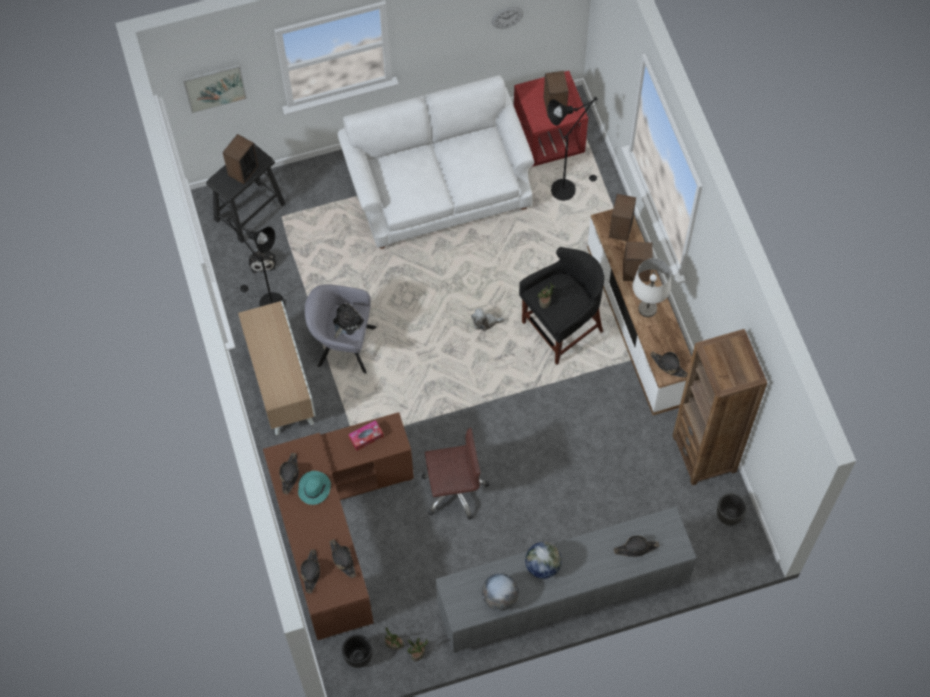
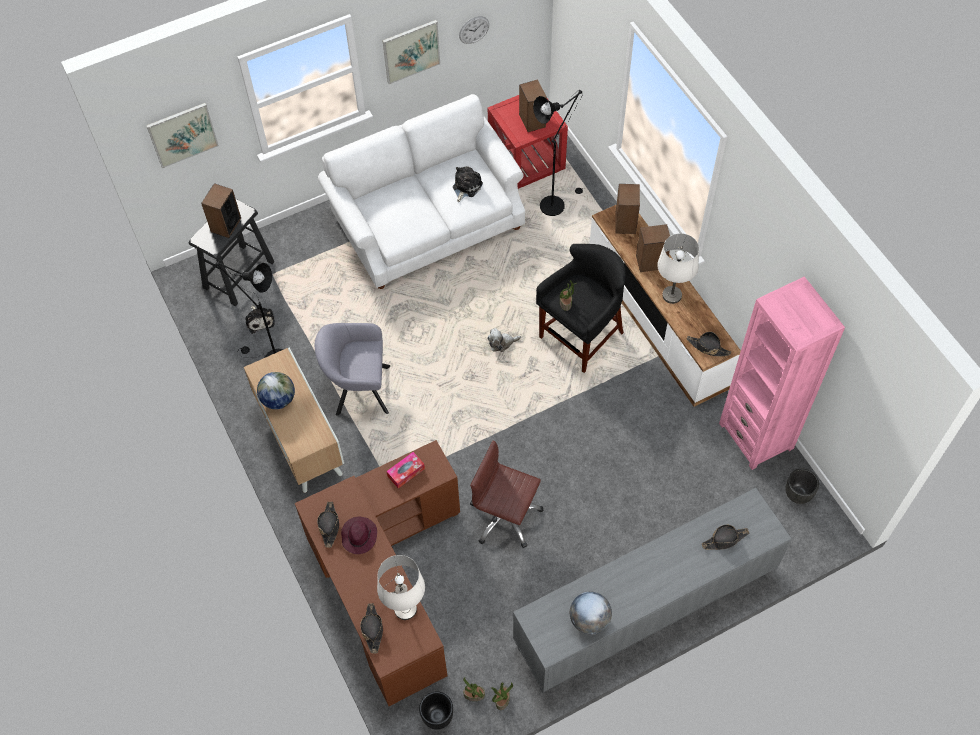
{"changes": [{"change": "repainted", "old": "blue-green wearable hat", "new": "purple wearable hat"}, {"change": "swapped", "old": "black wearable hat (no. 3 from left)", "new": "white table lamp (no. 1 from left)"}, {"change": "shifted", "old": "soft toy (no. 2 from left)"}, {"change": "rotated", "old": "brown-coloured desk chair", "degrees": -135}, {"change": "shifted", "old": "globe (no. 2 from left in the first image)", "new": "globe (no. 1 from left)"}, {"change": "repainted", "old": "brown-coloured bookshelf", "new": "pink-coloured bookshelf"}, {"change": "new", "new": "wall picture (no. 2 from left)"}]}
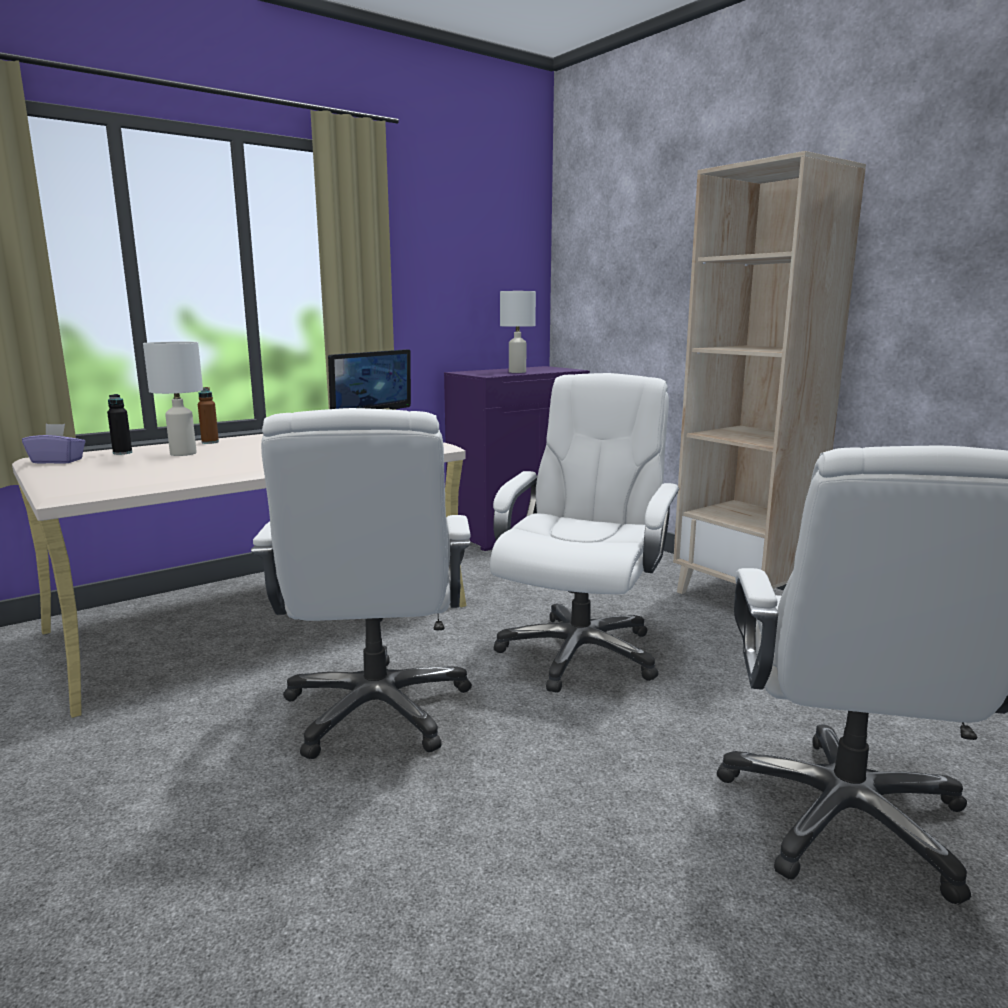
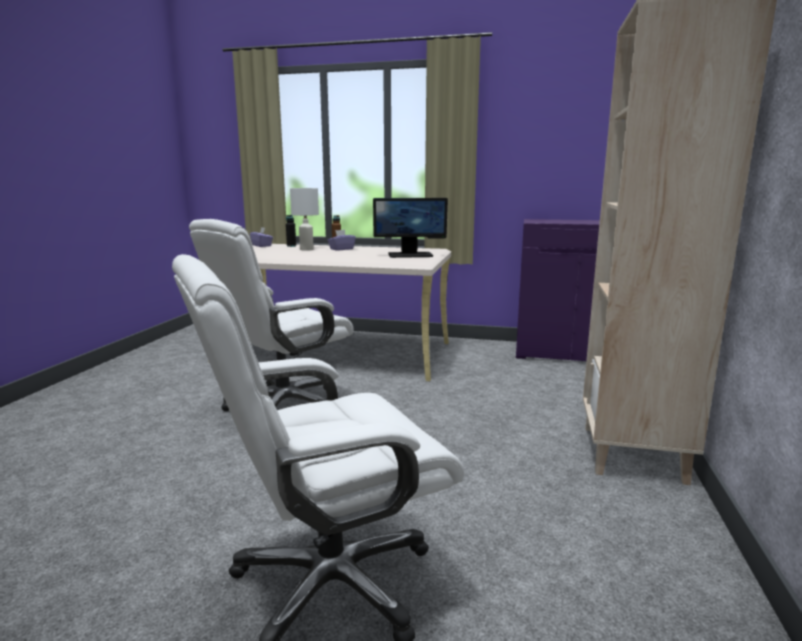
{"changes": [{"change": "gone", "old": "white desk chair (no. 2 from left)"}, {"change": "gone", "old": "white table lamp (no. 2 from left)"}, {"change": "new", "new": "purple box of tissues (no. 2 from left)"}]}
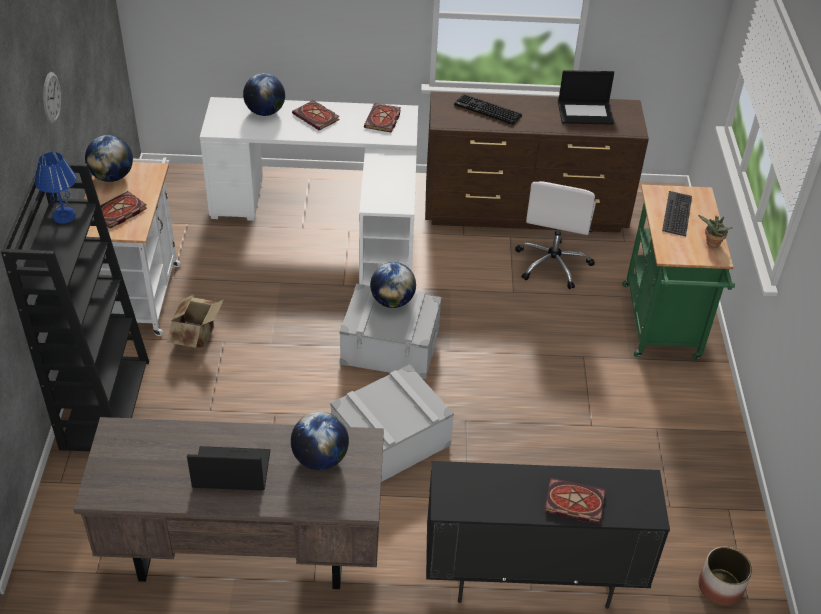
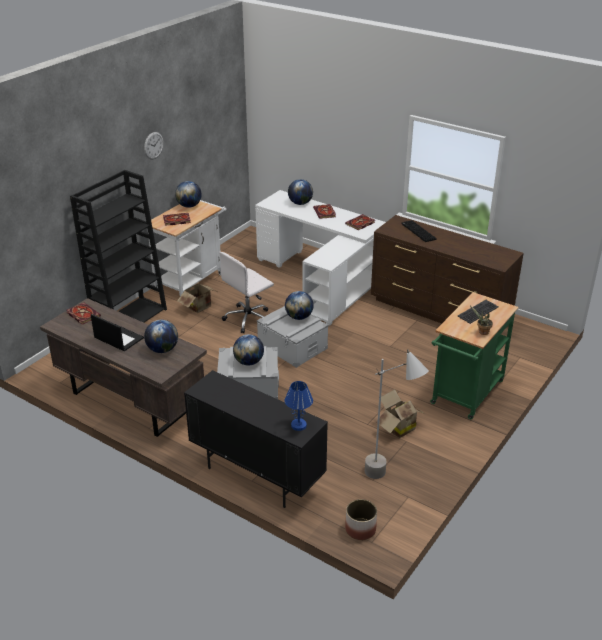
{"changes": [{"change": "shifted", "old": "bluish table lamp"}, {"change": "shifted", "old": "white desk chair"}, {"change": "shifted", "old": "bound book (no. 4 from left in the first image)", "new": "bound book (no. 1 from left)"}, {"change": "gone", "old": "laptop (no. 2 from left)"}, {"change": "new", "new": "globe (no. 3 from left)"}, {"change": "new", "new": "grey floor lamp"}, {"change": "new", "new": "packing box (no. 2 from left)"}]}
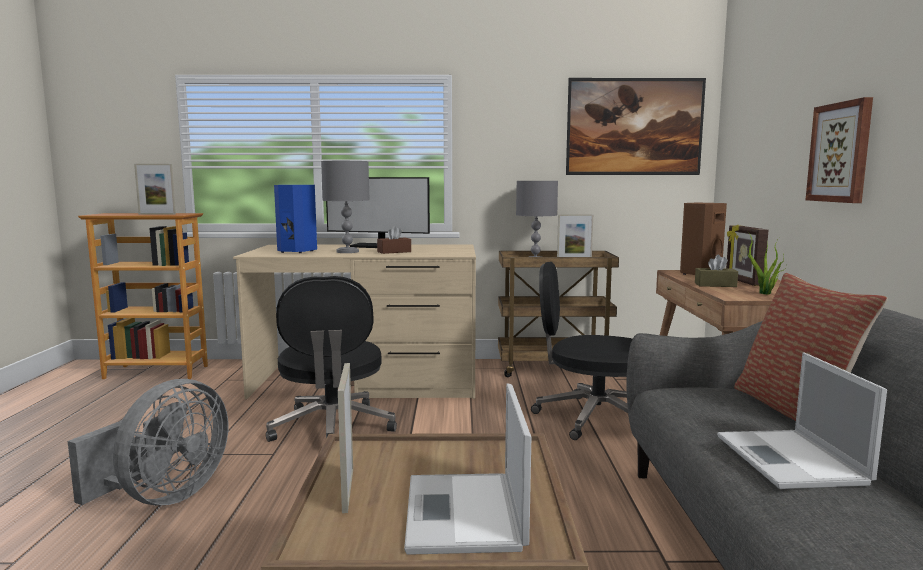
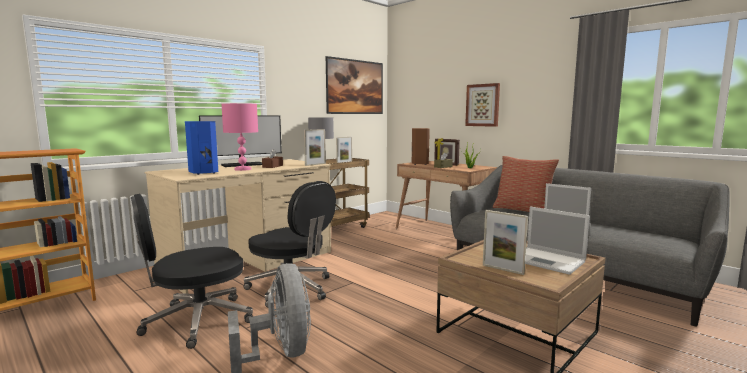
{"changes": [{"change": "shifted", "old": "standing frame (no. 1 from left)"}, {"change": "repainted", "old": "grey table lamp (no. 1 from left)", "new": "pink-coloured table lamp"}, {"change": "shifted", "old": "black desk chair (no. 2 from left in the first image)", "new": "black desk chair (no. 1 from left)"}]}
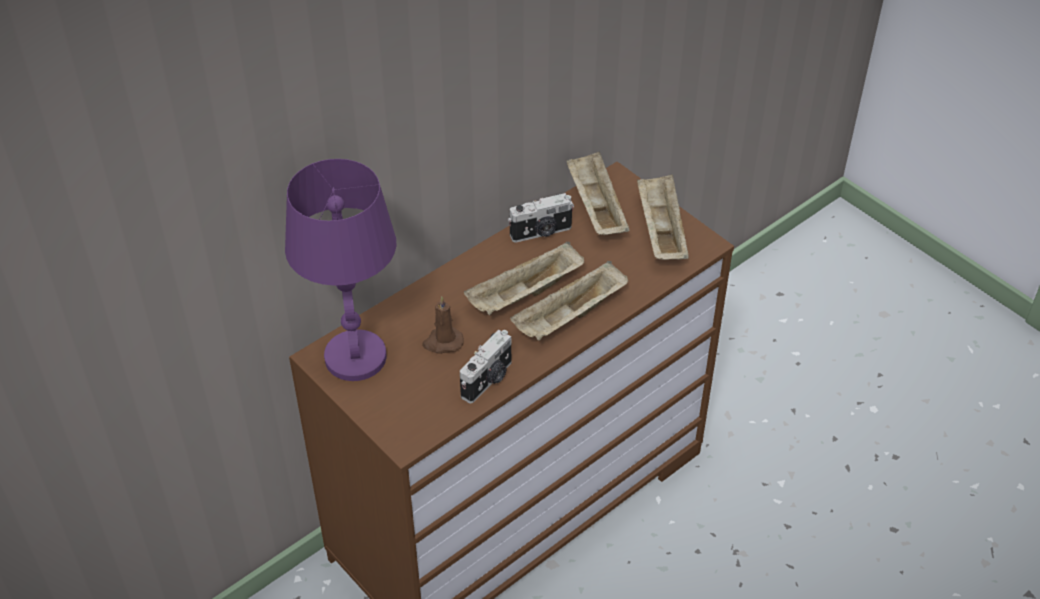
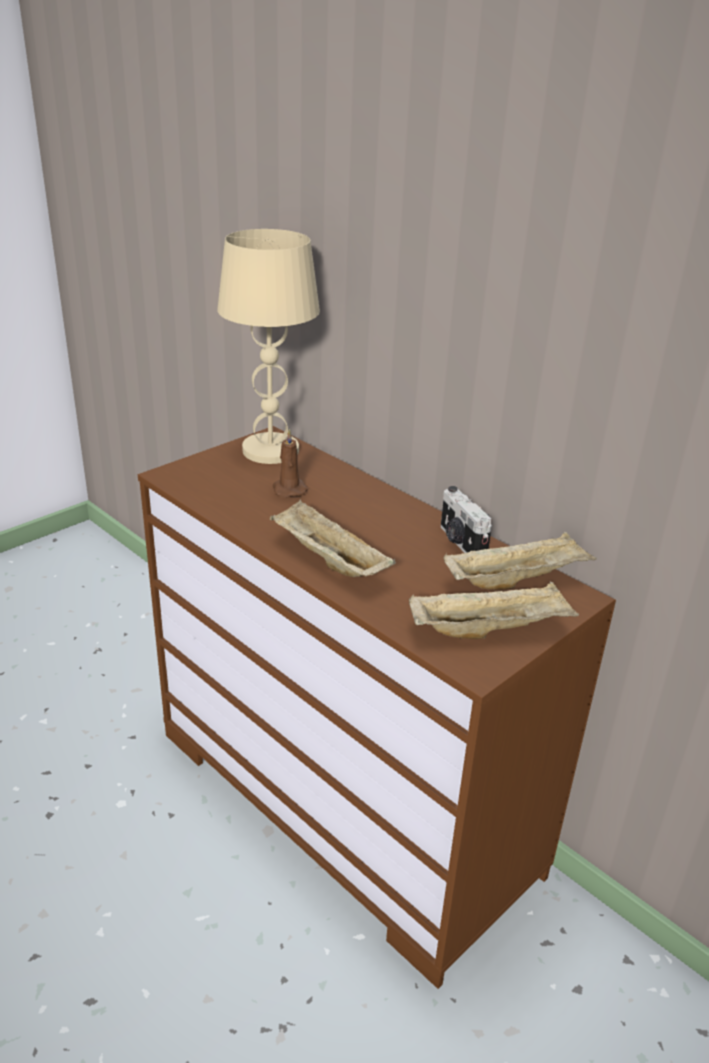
{"changes": [{"change": "repainted", "old": "purple table lamp", "new": "beige table lamp"}, {"change": "gone", "old": "still camera (no. 1 from left)"}, {"change": "gone", "old": "beige serving tray (no. 1 from left)"}]}
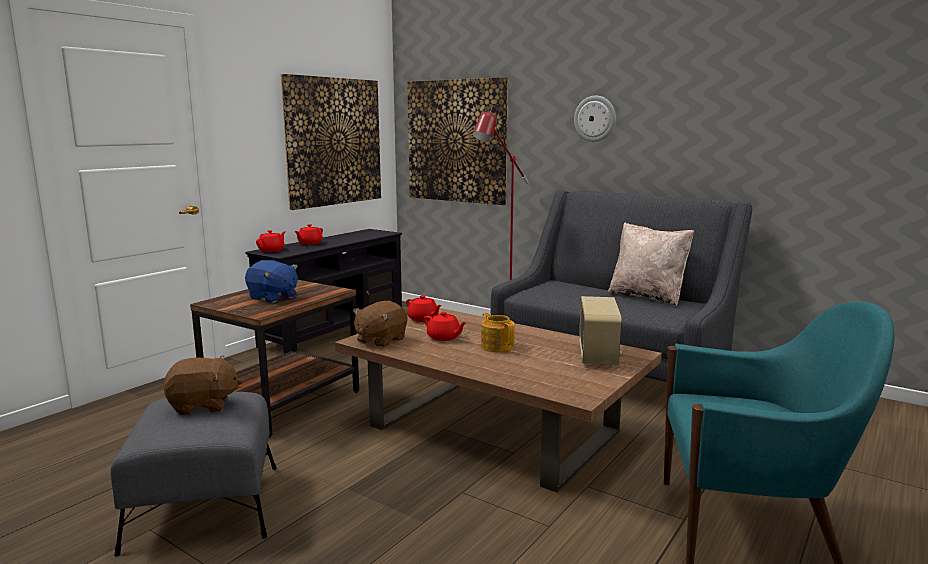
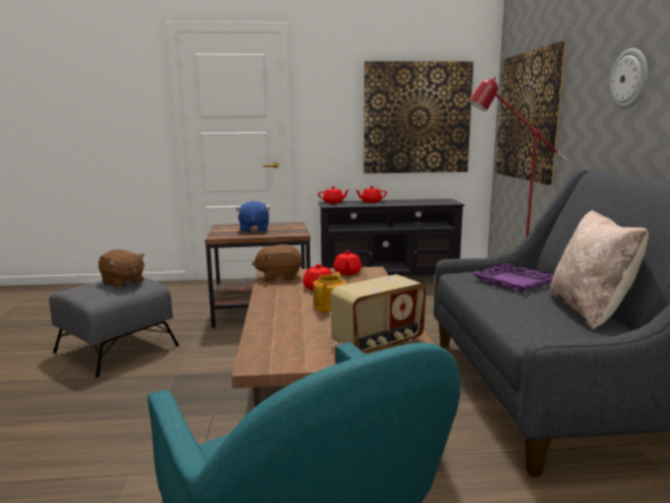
{"changes": [{"change": "new", "new": "purple serving tray"}]}
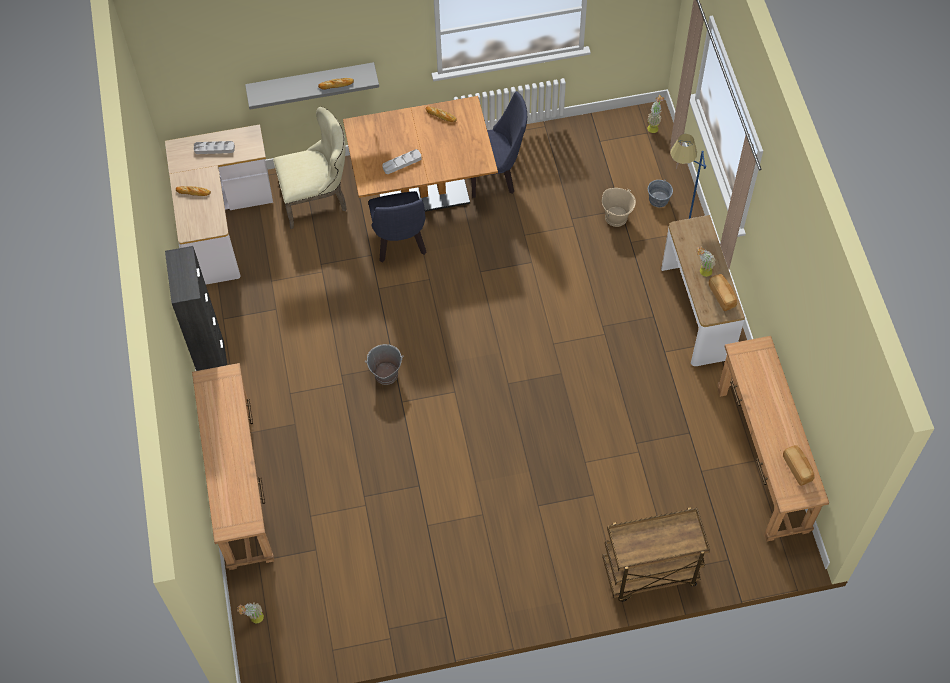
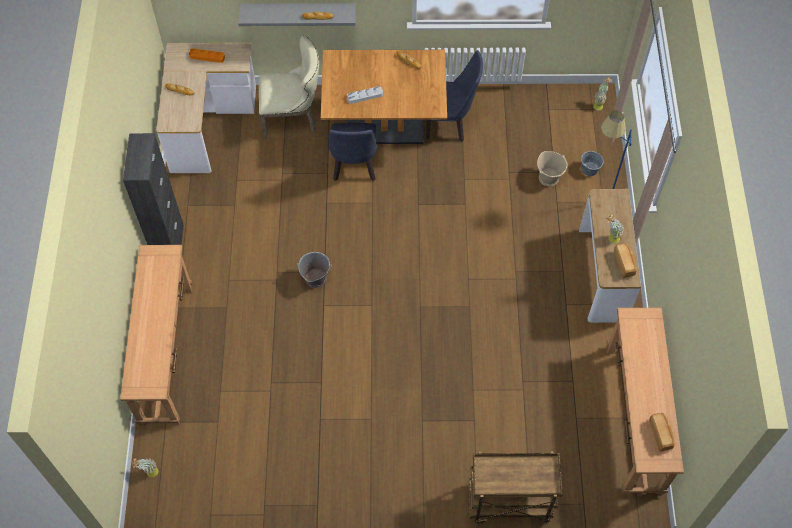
{"changes": [{"change": "repainted", "old": "grey serving tray (no. 1 from left)", "new": "orange-coloured serving tray"}]}
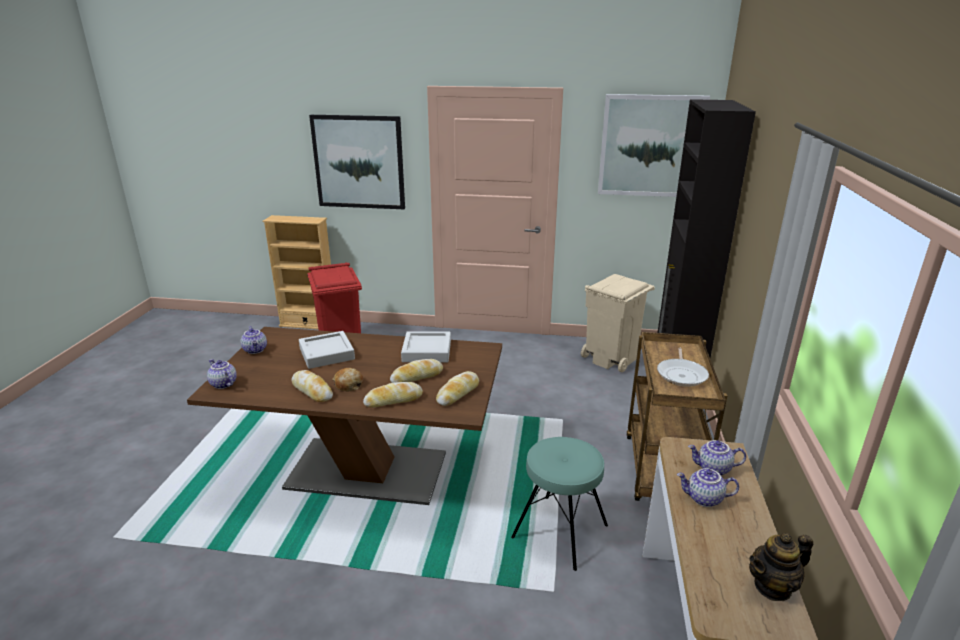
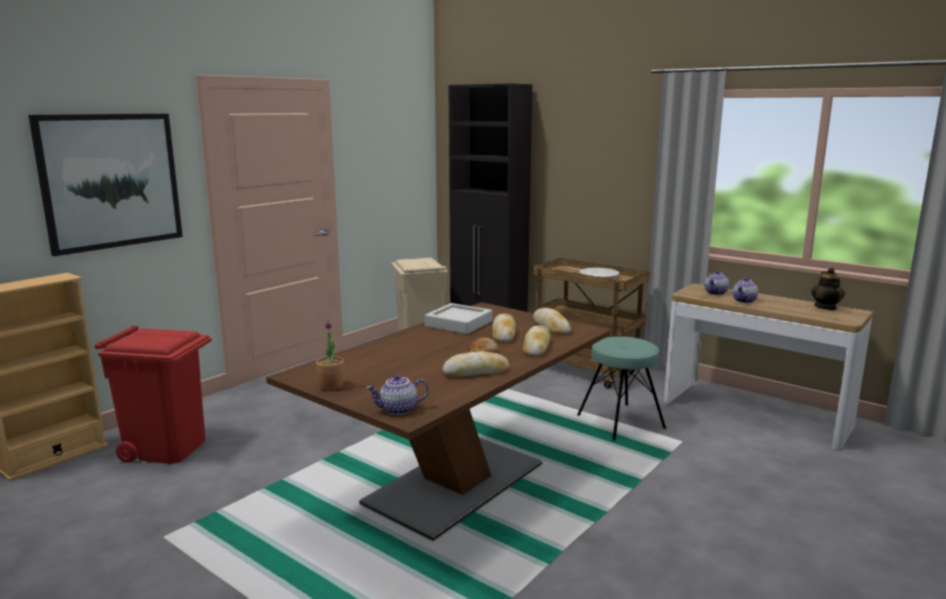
{"changes": [{"change": "swapped", "old": "tea pot (no. 2 from left)", "new": "plant in a pot"}, {"change": "gone", "old": "grey serving tray (no. 1 from left)"}, {"change": "gone", "old": "wall picture (no. 2 from left)"}]}
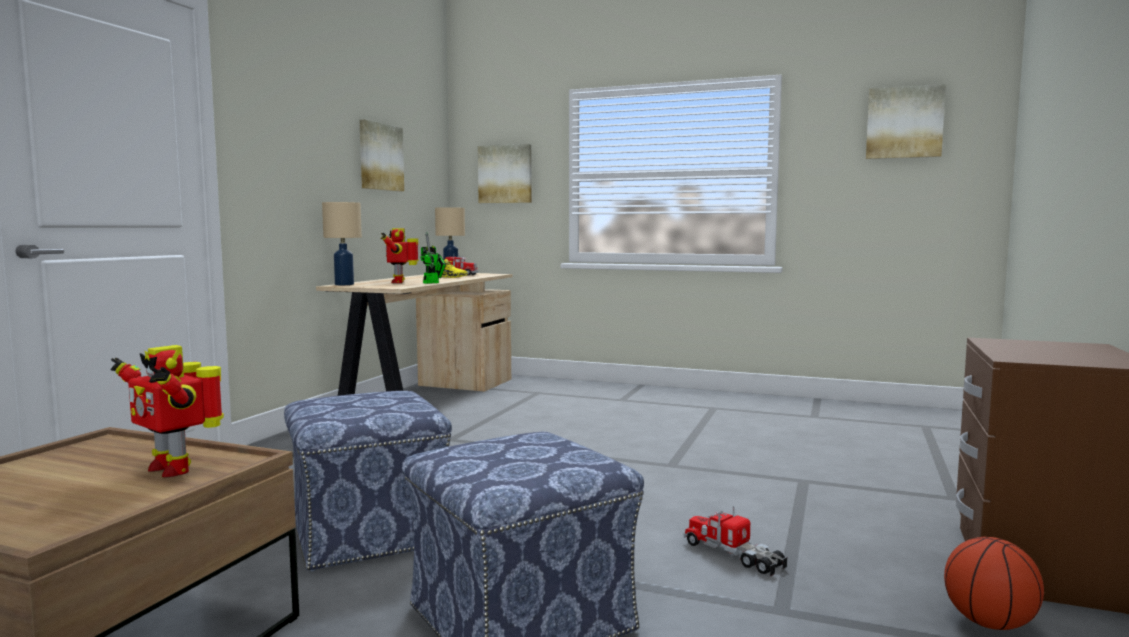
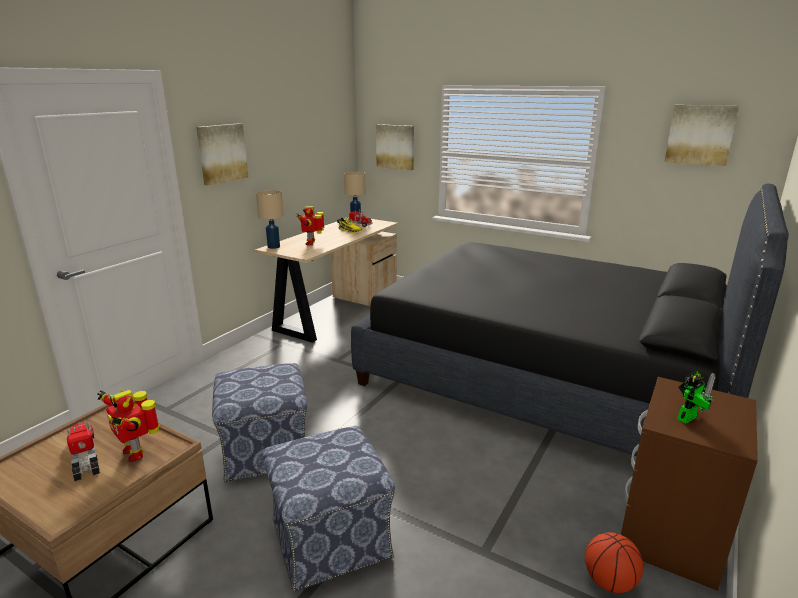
{"changes": [{"change": "shifted", "old": "wall picture (no. 1 from left)"}, {"change": "shifted", "old": "model robot (no. 3 from left)"}, {"change": "shifted", "old": "model truck (no. 2 from left in the first image)", "new": "model truck (no. 1 from left)"}, {"change": "new", "new": "black bedroom bed"}]}
